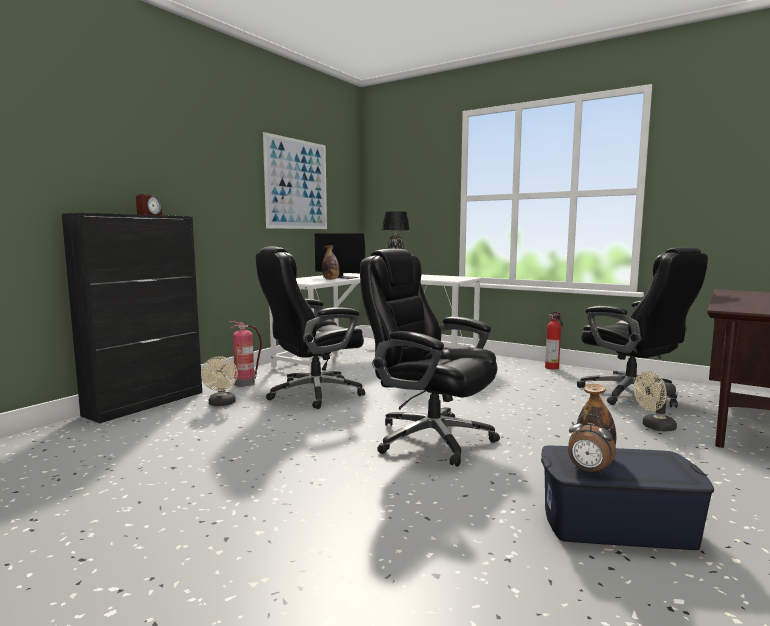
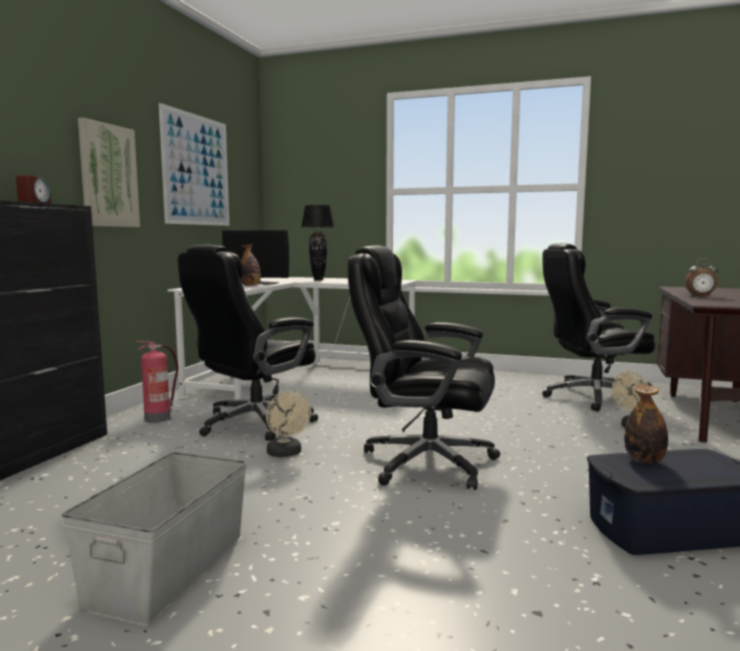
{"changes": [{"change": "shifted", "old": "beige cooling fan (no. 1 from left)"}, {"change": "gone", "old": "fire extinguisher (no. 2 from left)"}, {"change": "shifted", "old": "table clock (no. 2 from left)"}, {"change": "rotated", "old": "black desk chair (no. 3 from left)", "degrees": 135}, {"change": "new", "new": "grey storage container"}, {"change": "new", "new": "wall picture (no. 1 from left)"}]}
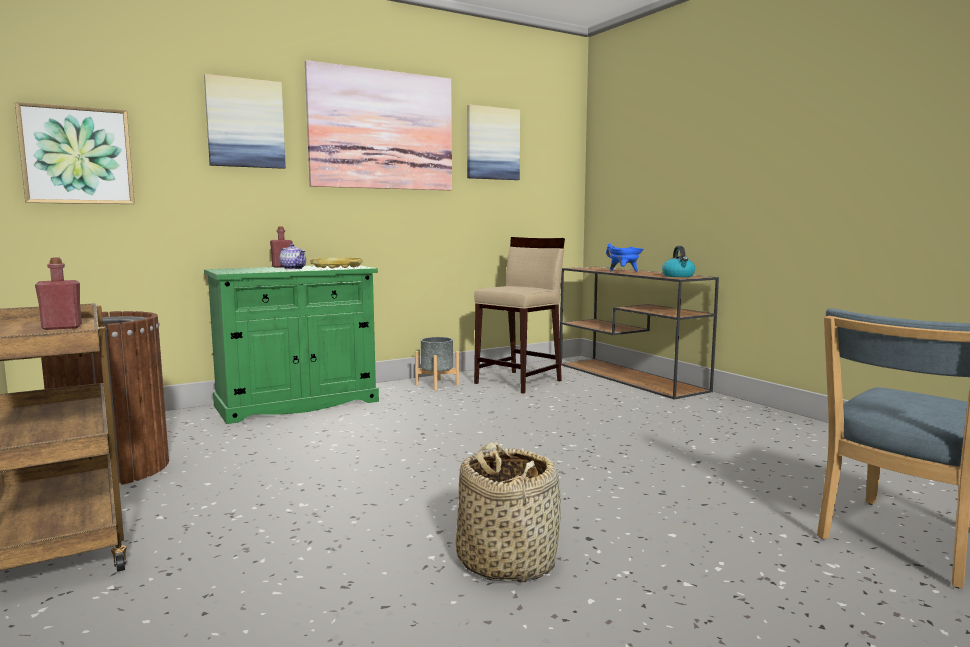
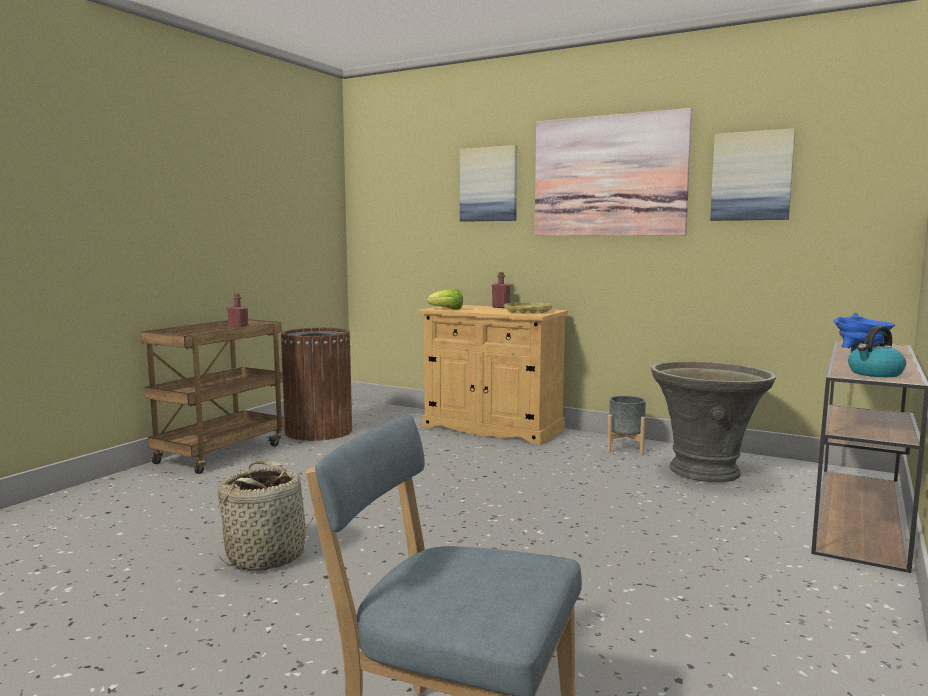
{"changes": [{"change": "gone", "old": "wall picture (no. 1 from left)"}, {"change": "repainted", "old": "greenish storage cabinet", "new": "beige storage cabinet"}, {"change": "gone", "old": "tea pot"}, {"change": "swapped", "old": "beige stool seat", "new": "grey planter (no. 2 from left)"}, {"change": "new", "new": "head of lettuce"}]}
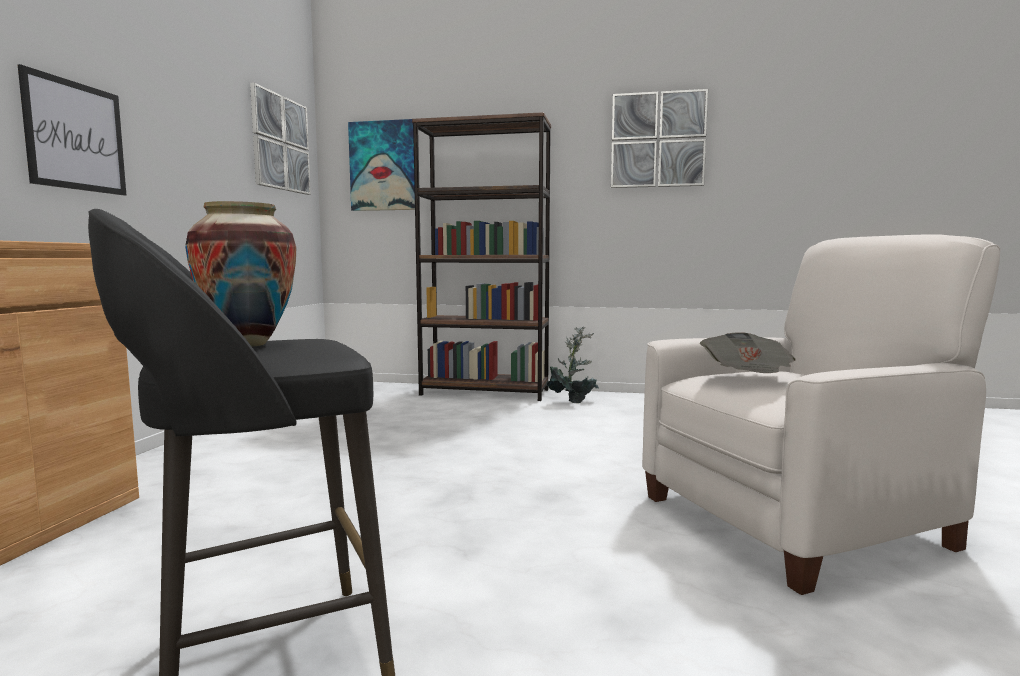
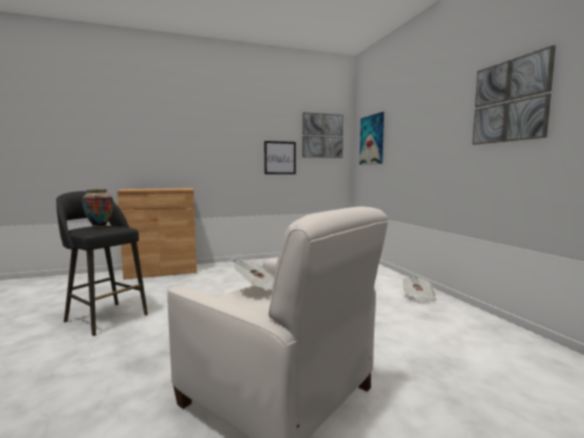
{"changes": [{"change": "shifted", "old": "wall picture (no. 1 from left)"}, {"change": "gone", "old": "brown-coloured bookshelf"}, {"change": "swapped", "old": "plant in a pot", "new": "newspaper (no. 2 from left)"}]}
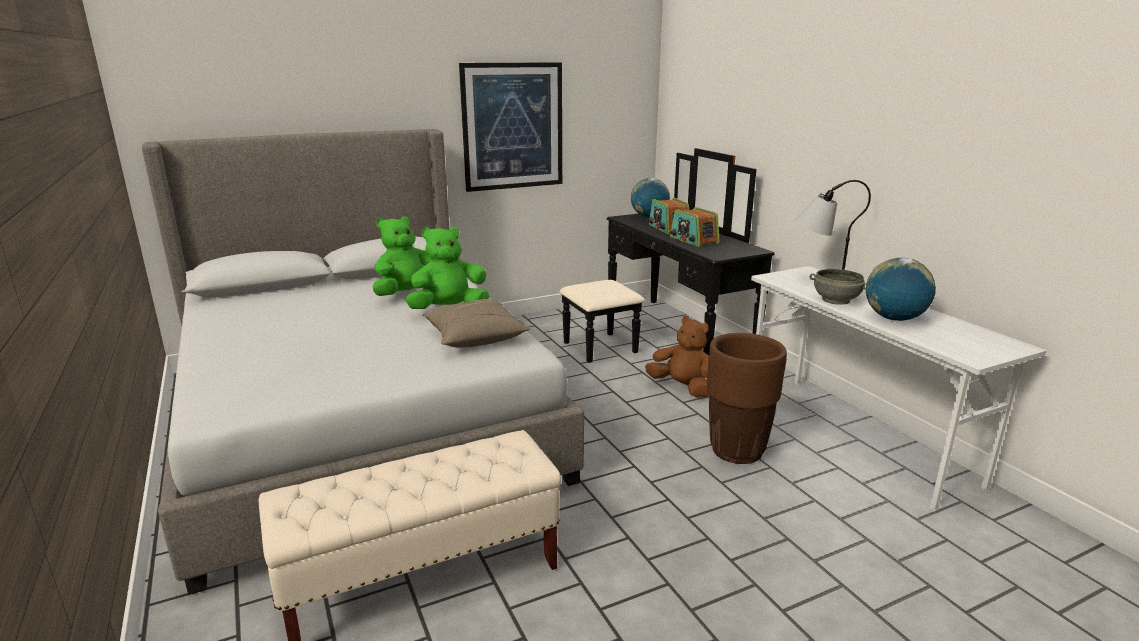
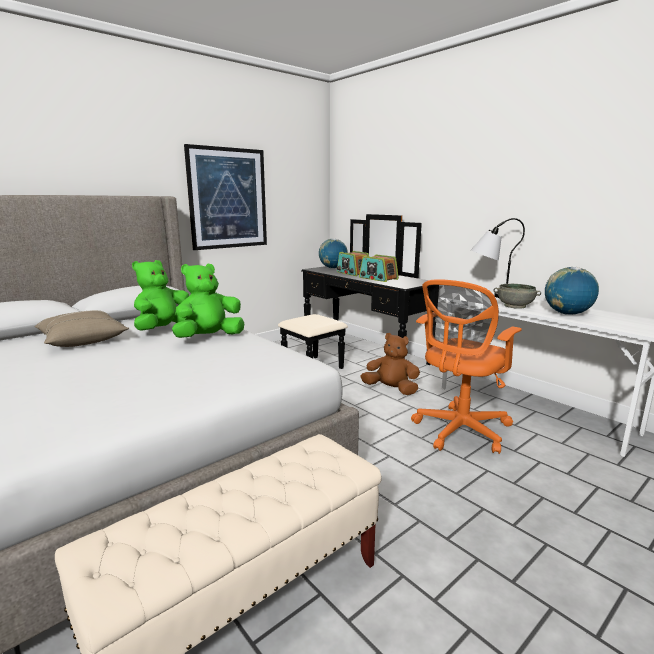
{"changes": [{"change": "shifted", "old": "beige cushion"}, {"change": "swapped", "old": "brown-coloured planter", "new": "orange-coloured desk chair"}]}
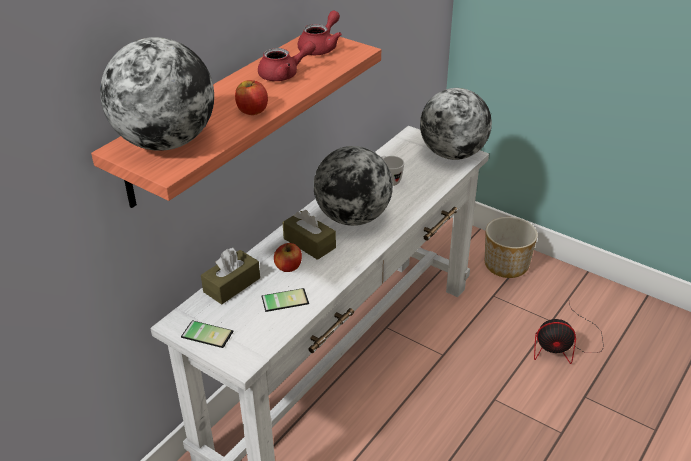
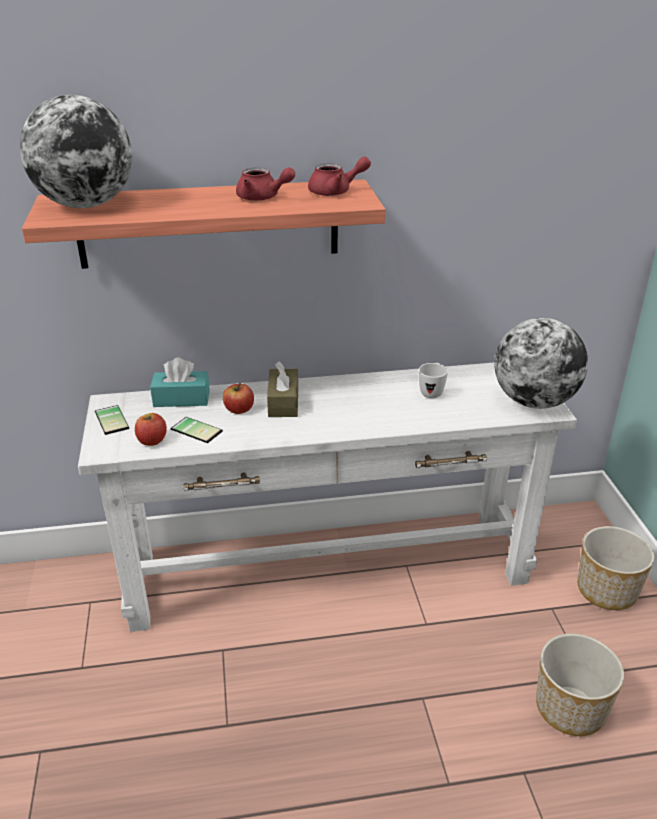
{"changes": [{"change": "repainted", "old": "brown-coloured box of tissues (no. 1 from left)", "new": "blue-green box of tissues"}, {"change": "shifted", "old": "apple fruit (no. 1 from left)"}, {"change": "gone", "old": "globe (no. 2 from left)"}, {"change": "swapped", "old": "cooling fan", "new": "planter (no. 1 from left)"}]}
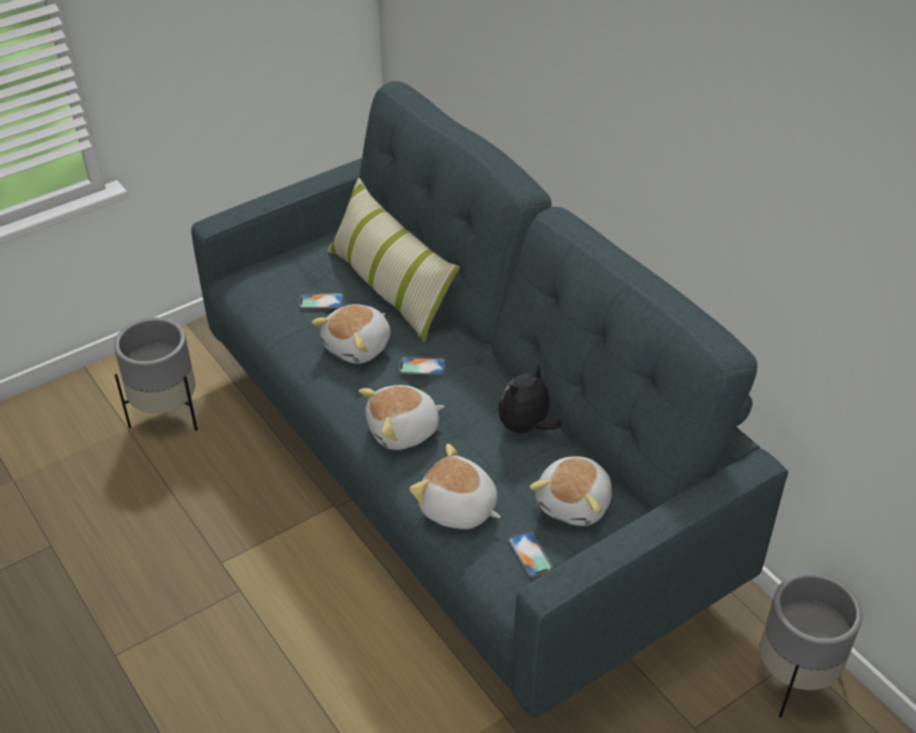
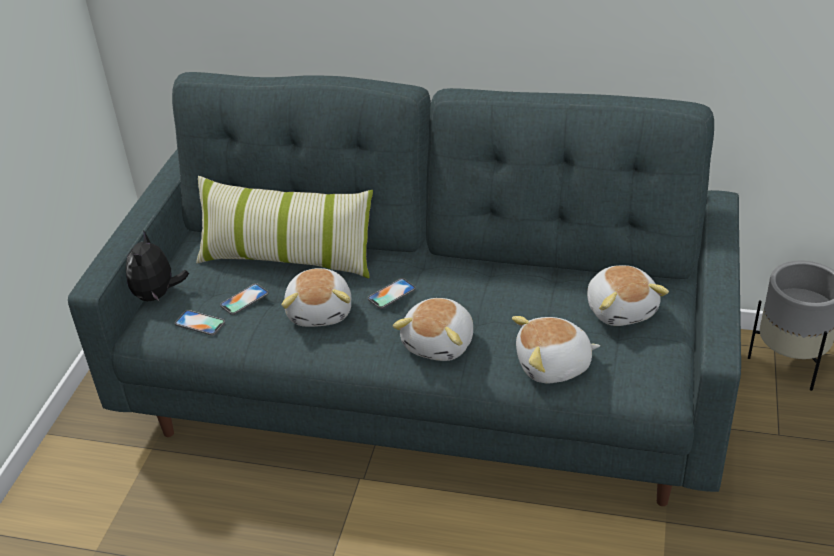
{"changes": [{"change": "gone", "old": "grey planter (no. 1 from left)"}, {"change": "shifted", "old": "soft toy (no. 4 from left in the first image)", "new": "soft toy (no. 1 from left)"}, {"change": "shifted", "old": "handset (no. 3 from left in the first image)", "new": "handset (no. 1 from left)"}]}
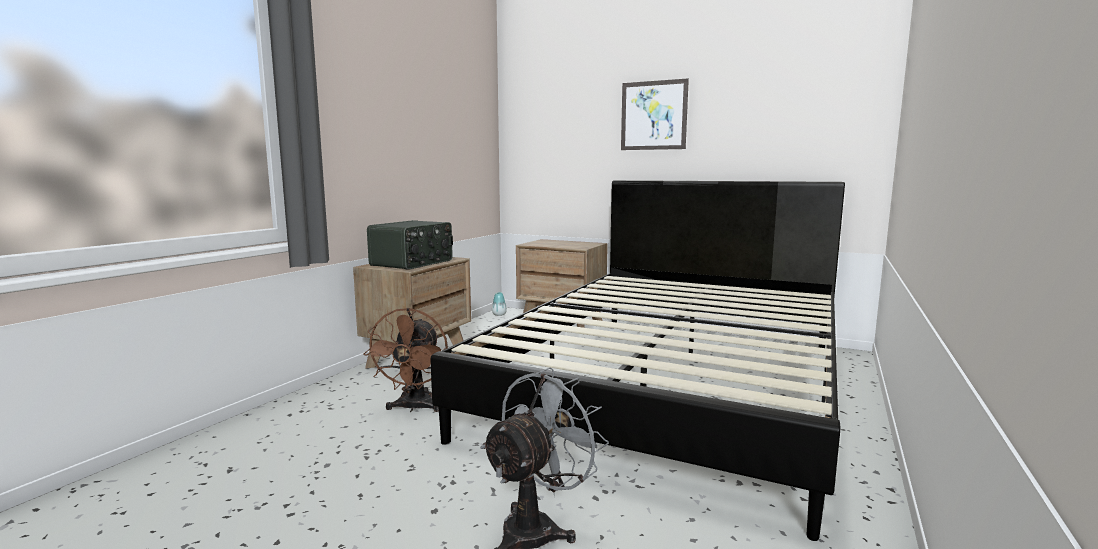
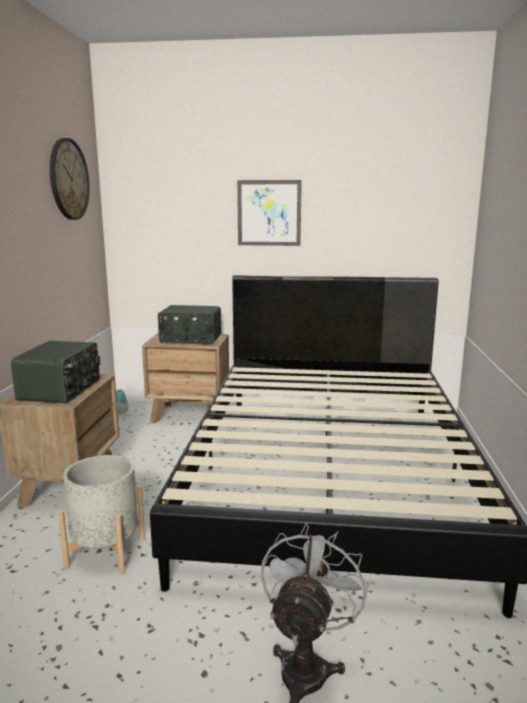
{"changes": [{"change": "swapped", "old": "brown-coloured cooling fan", "new": "grey planter"}, {"change": "new", "new": "wall clock"}, {"change": "new", "new": "radio set (no. 2 from left)"}]}
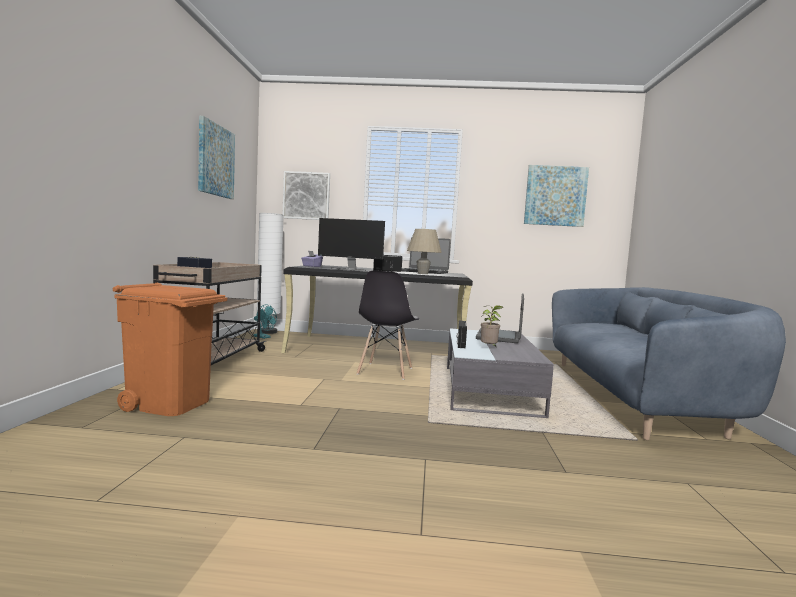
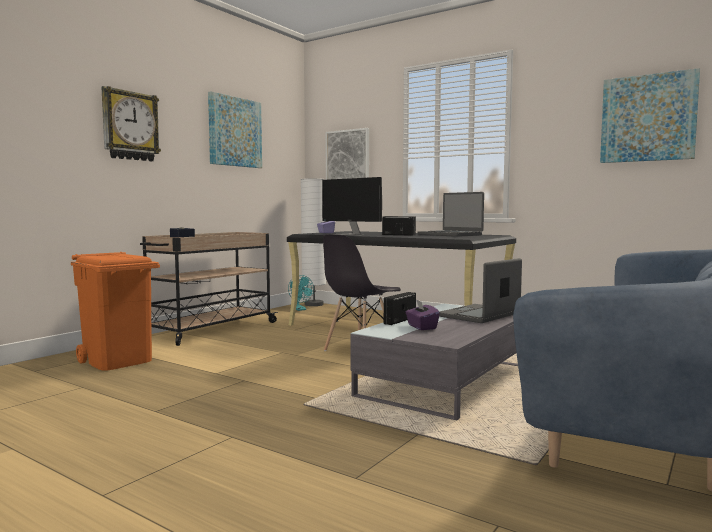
{"changes": [{"change": "gone", "old": "beige table lamp"}, {"change": "swapped", "old": "plant in a pot", "new": "purple box of tissues (no. 2 from left)"}, {"change": "new", "new": "wall clock"}]}
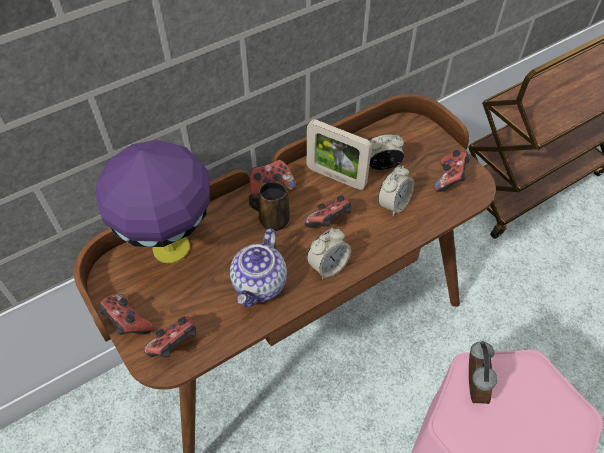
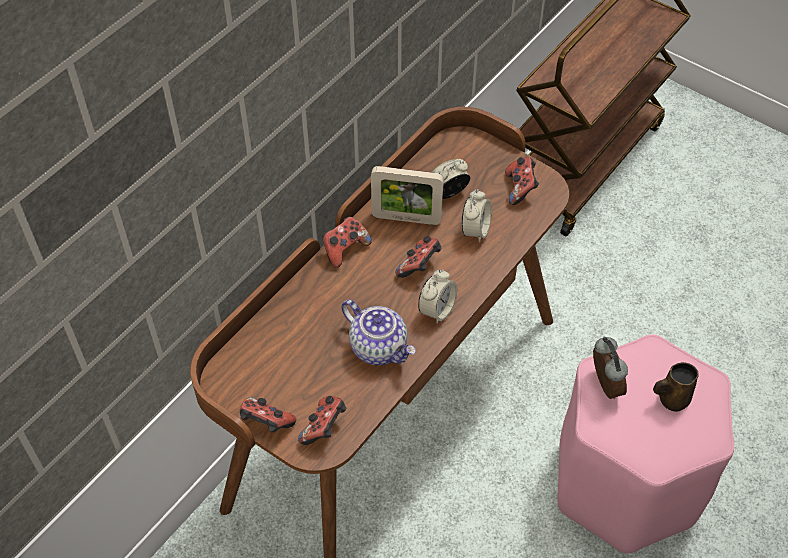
{"changes": [{"change": "gone", "old": "purple table lamp"}, {"change": "rotated", "old": "tea pot", "degrees": -45}, {"change": "shifted", "old": "brown-coloured mug"}]}
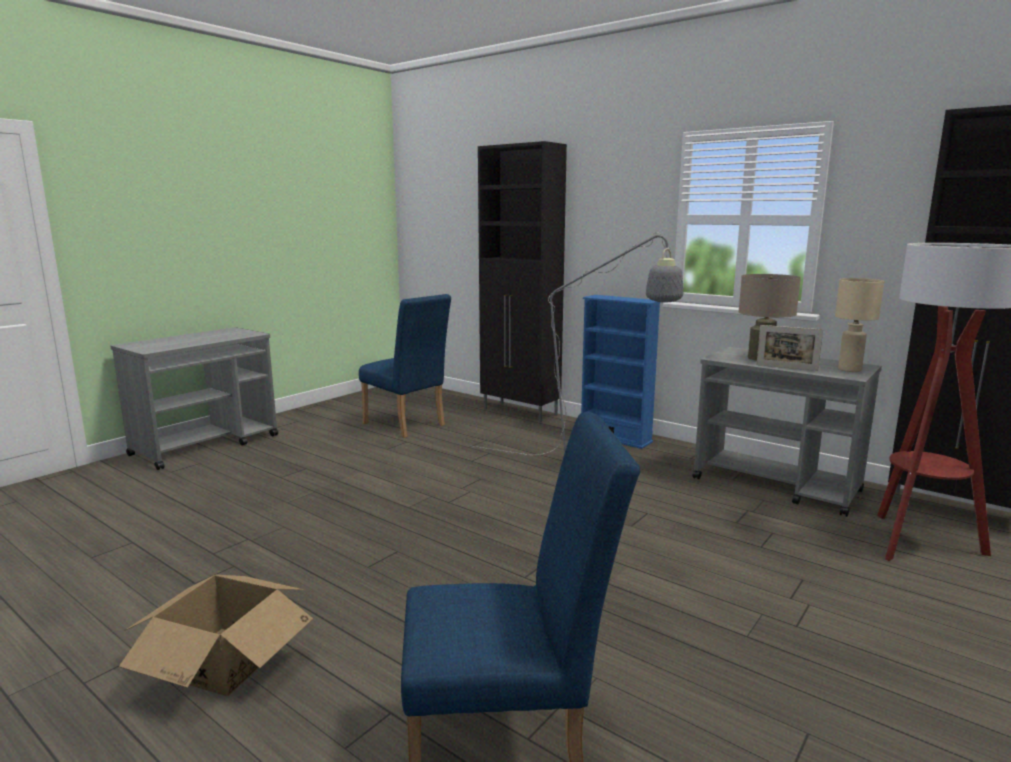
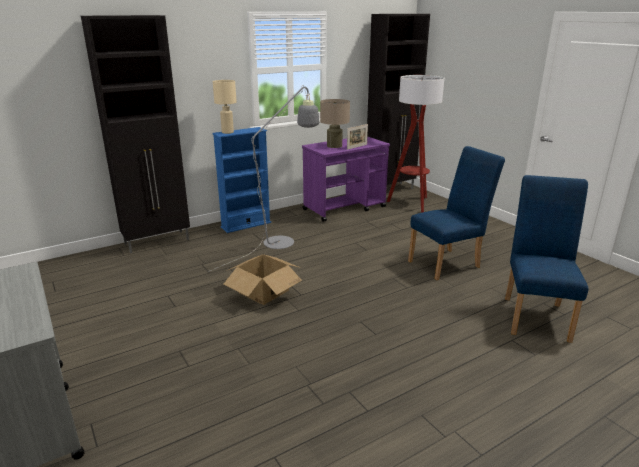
{"changes": [{"change": "shifted", "old": "packing box"}, {"change": "shifted", "old": "bluish upright chair (no. 1 from left)"}, {"change": "repainted", "old": "grey cart (no. 2 from left)", "new": "purple cart"}, {"change": "shifted", "old": "beige table lamp (no. 2 from left in the first image)", "new": "beige table lamp (no. 1 from left)"}]}
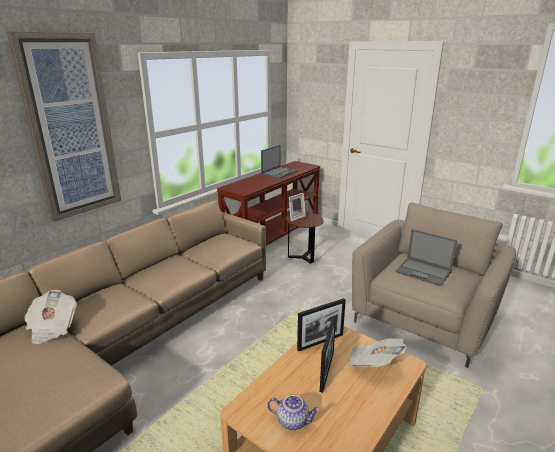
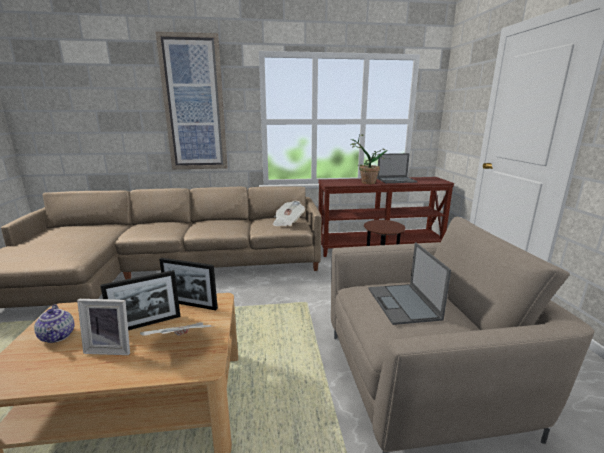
{"changes": [{"change": "shifted", "old": "newspaper (no. 1 from left in the first image)", "new": "newspaper (no. 2 from left)"}, {"change": "shifted", "old": "standing frame (no. 1 from left)"}, {"change": "new", "new": "plant in a pot"}]}
